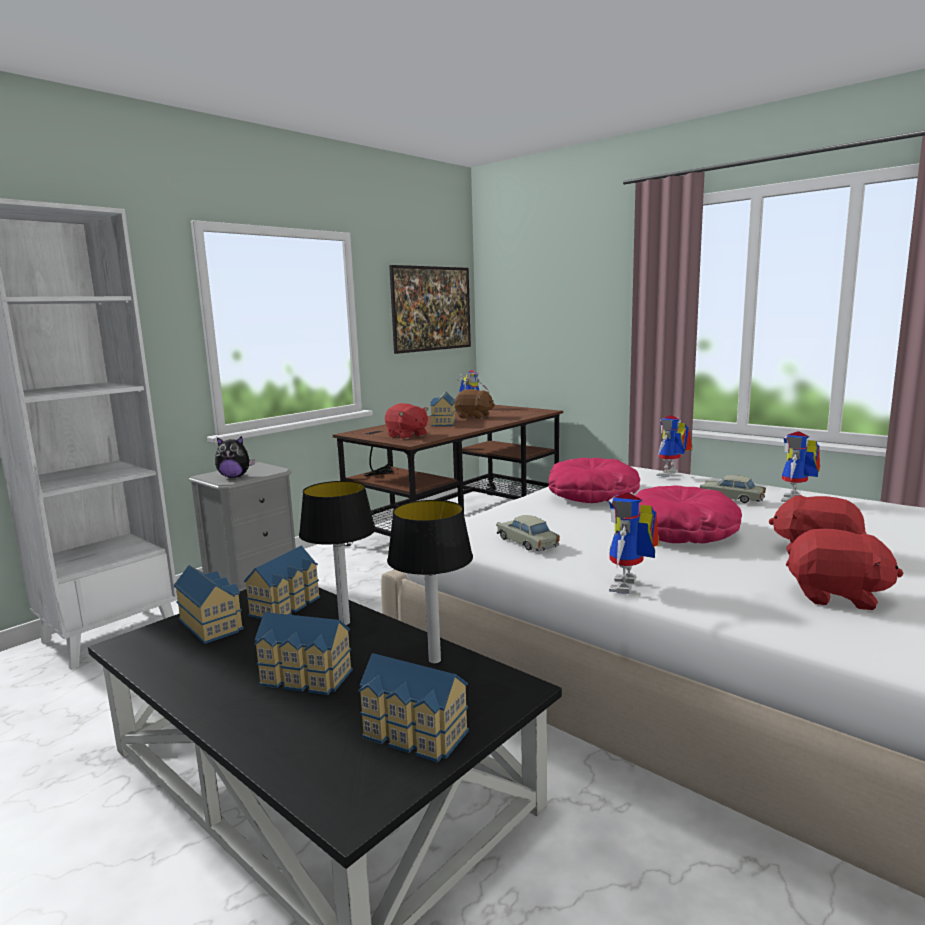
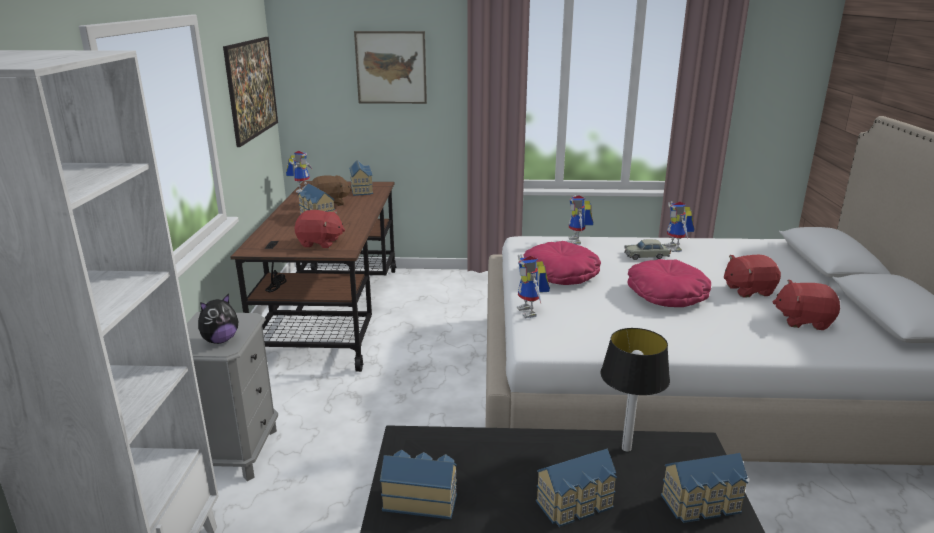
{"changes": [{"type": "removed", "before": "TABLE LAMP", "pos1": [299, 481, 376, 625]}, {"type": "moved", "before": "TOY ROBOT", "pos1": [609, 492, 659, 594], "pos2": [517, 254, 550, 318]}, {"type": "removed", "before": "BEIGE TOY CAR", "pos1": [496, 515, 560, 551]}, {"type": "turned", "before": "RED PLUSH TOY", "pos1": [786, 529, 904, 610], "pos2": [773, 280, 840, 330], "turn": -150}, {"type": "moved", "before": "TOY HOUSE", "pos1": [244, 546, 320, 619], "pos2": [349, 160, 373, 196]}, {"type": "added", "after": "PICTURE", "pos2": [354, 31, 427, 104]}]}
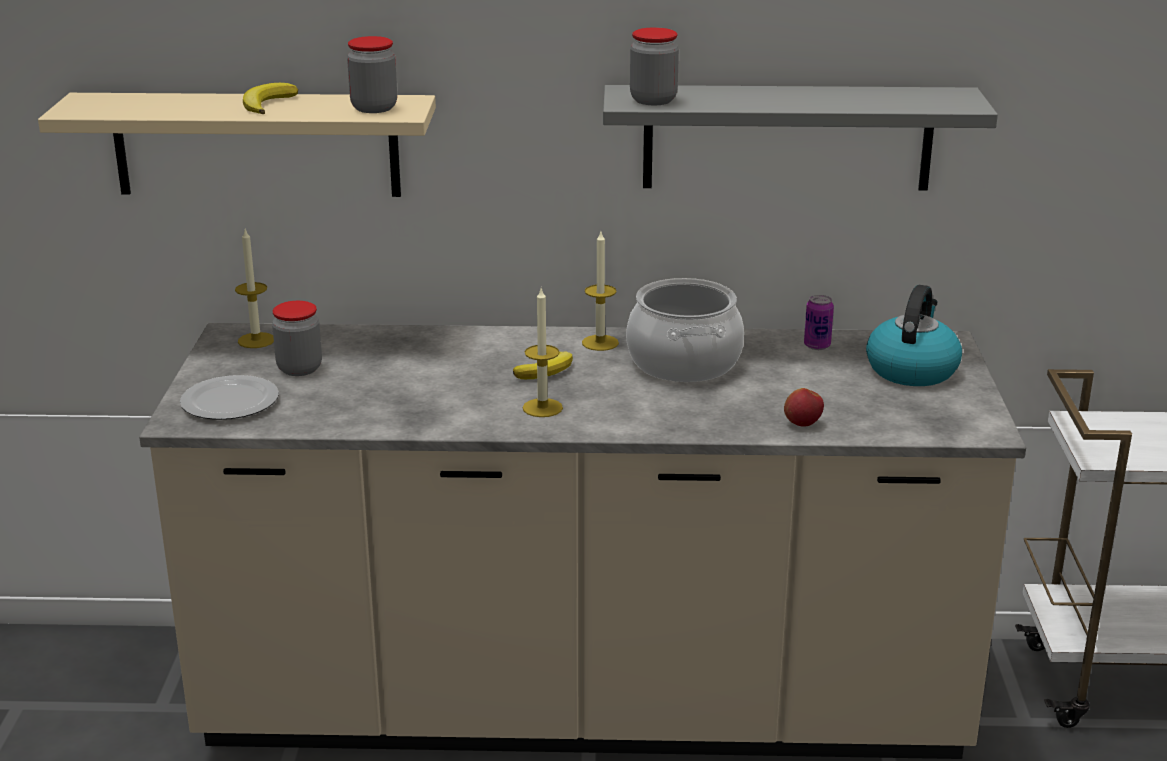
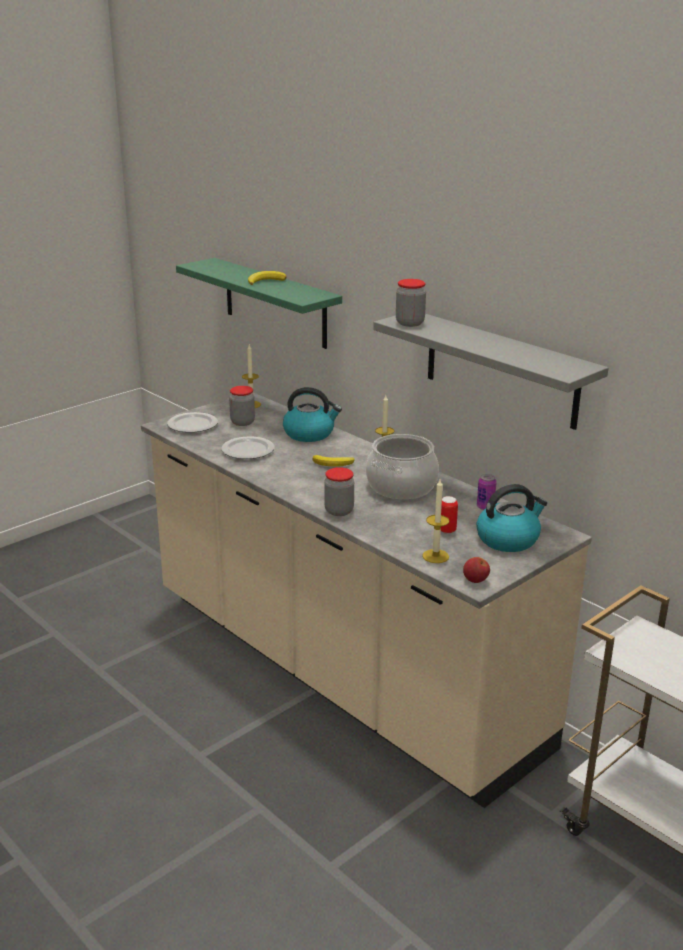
{"changes": [{"type": "moved", "before": "JAR", "pos1": [347, 36, 397, 113], "pos2": [324, 467, 354, 516]}, {"type": "recoloured", "before": "BEIGE SHELF", "after": "GREEN SHELF", "pos1": [38, 93, 436, 197], "pos2": [176, 258, 342, 349]}, {"type": "moved", "before": "CANDLE", "pos1": [523, 289, 563, 417], "pos2": [422, 479, 449, 563]}, {"type": "moved", "before": "APPLE", "pos1": [784, 388, 824, 427], "pos2": [463, 557, 490, 583]}, {"type": "added", "after": "KETTLE", "pos2": [283, 387, 342, 442]}, {"type": "added", "after": "PLATE", "pos2": [221, 437, 275, 459]}, {"type": "added", "after": "CAN", "pos2": [441, 496, 458, 534]}]}
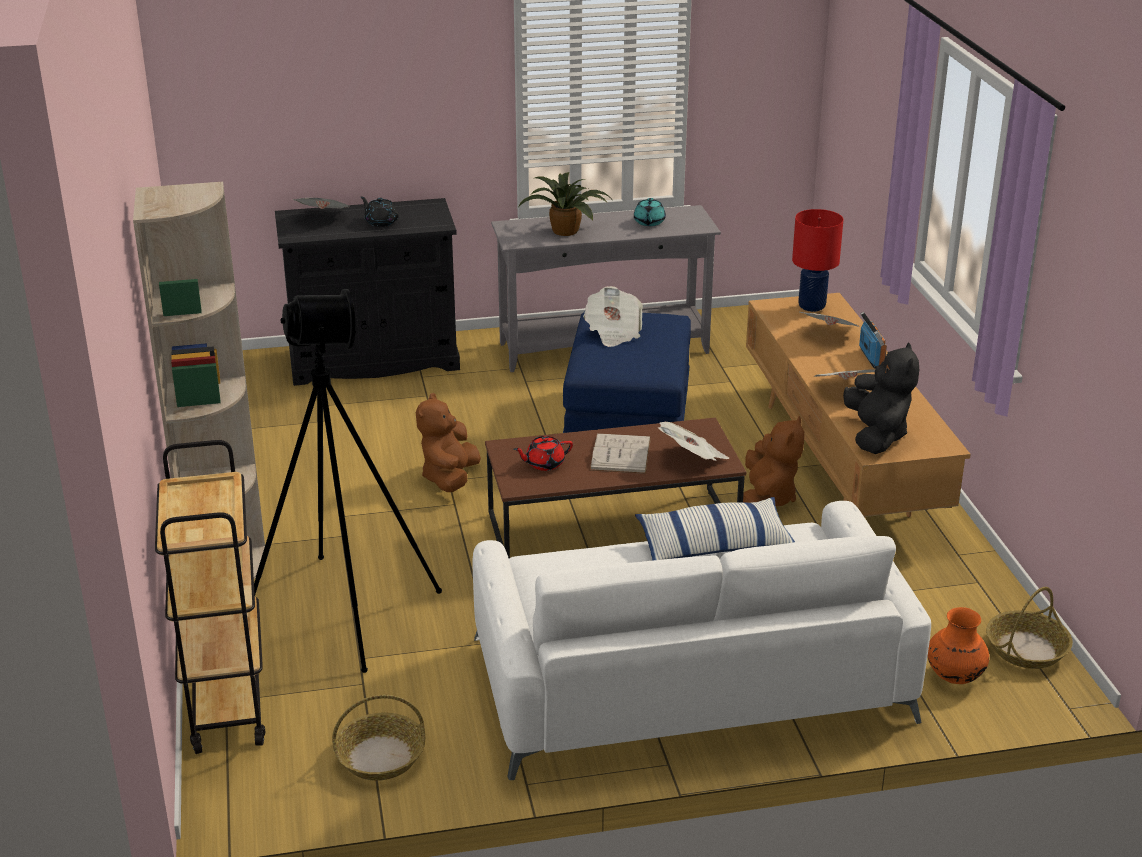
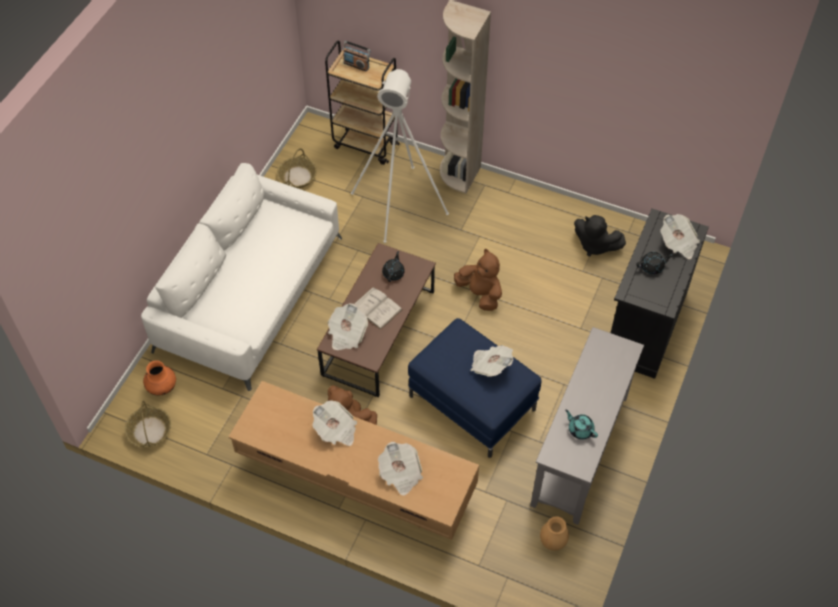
{"changes": [{"type": "removed", "before": "POTTED PLANT", "pos1": [518, 172, 613, 236]}, {"type": "removed", "before": "RED TABLE LAMP", "pos1": [792, 209, 843, 312]}, {"type": "recoloured", "before": "BLACK FLOOR LAMP", "after": "WHITE FLOOR LAMP", "pos1": [254, 289, 442, 673], "pos2": [351, 69, 449, 243]}, {"type": "moved", "before": "RADIO", "pos1": [859, 312, 887, 368], "pos2": [343, 41, 371, 72]}, {"type": "moved", "before": "BLACK PLUSH TOY", "pos1": [843, 342, 919, 454], "pos2": [574, 215, 626, 256]}, {"type": "recoloured", "before": "RED TEAPOT", "after": "BLACK TEAPOT", "pos1": [514, 436, 573, 471], "pos2": [382, 251, 405, 282]}, {"type": "removed", "before": "PILLOW", "pos1": [635, 497, 795, 561]}, {"type": "added", "after": "BROWN VASE", "pos2": [540, 516, 569, 551]}]}
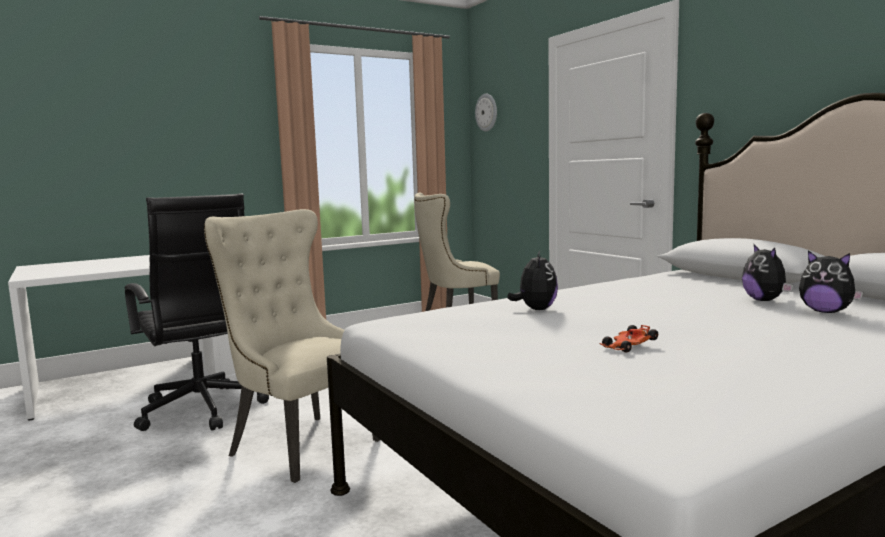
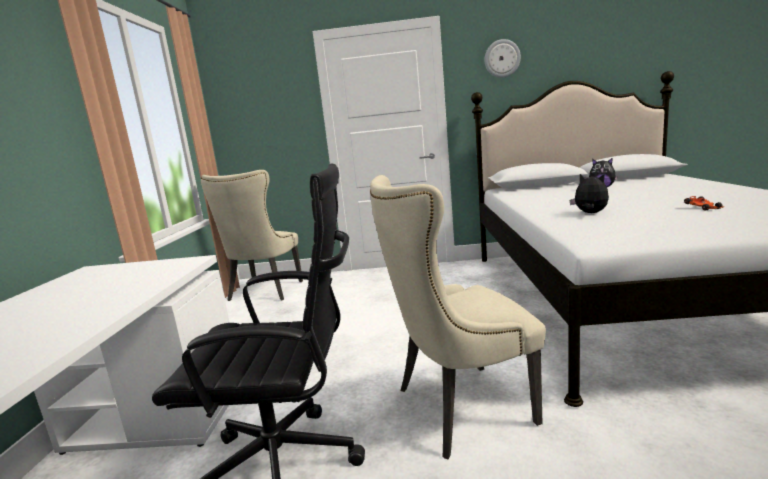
{"changes": [{"type": "moved", "before": "WALL CLOCK", "pos1": [475, 94, 497, 132], "pos2": [484, 39, 521, 78]}, {"type": "removed", "before": "PLUSH TOY", "pos1": [799, 250, 864, 313]}]}
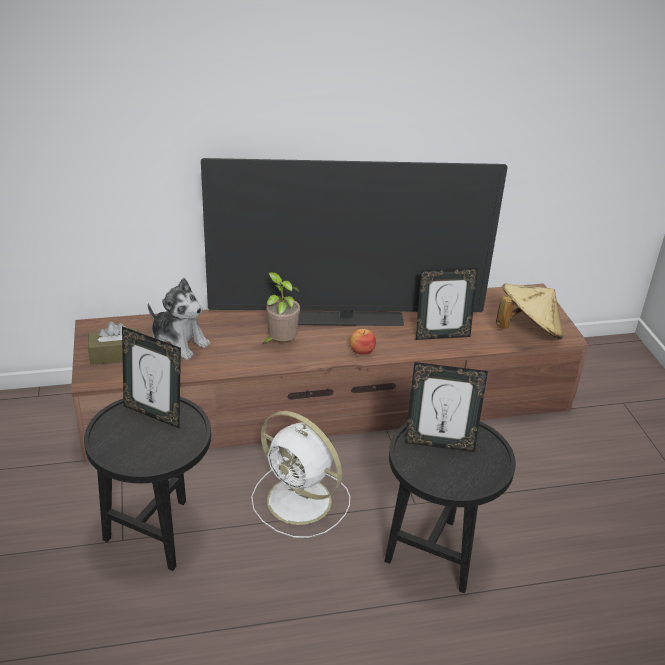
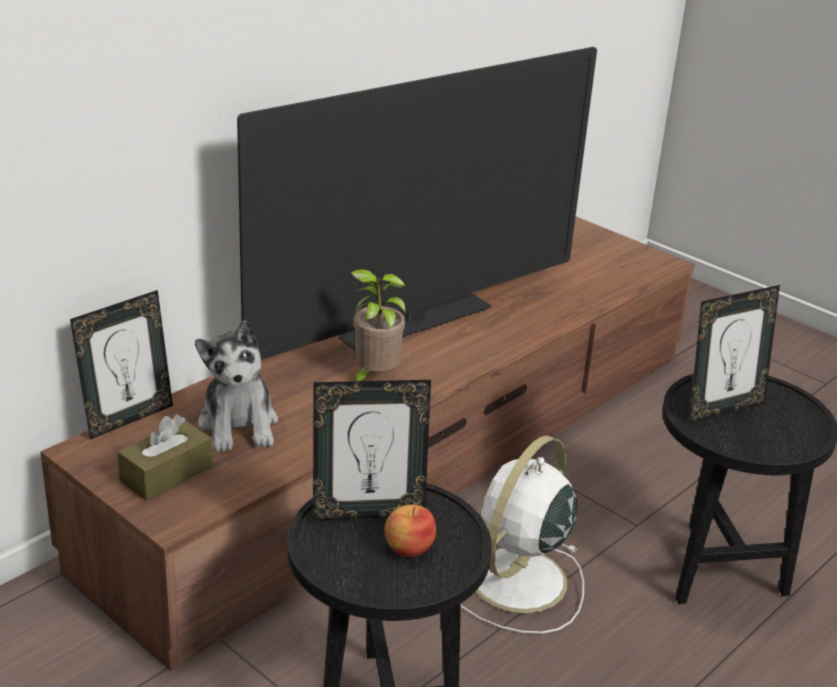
{"changes": [{"type": "moved", "before": "PICTURE FRAME", "pos1": [416, 268, 478, 340], "pos2": [70, 290, 173, 439]}, {"type": "turned", "before": "PLUSH TOY", "pos1": [148, 278, 210, 360], "pos2": [195, 320, 278, 452], "turn": 75}, {"type": "removed", "before": "BEIGE HAT", "pos1": [496, 284, 564, 339]}, {"type": "moved", "before": "APPLE", "pos1": [349, 329, 376, 355], "pos2": [385, 504, 436, 557]}, {"type": "turned", "before": "WHITE FAN", "pos1": [251, 411, 350, 538], "pos2": [461, 435, 584, 634], "turn": 120}]}
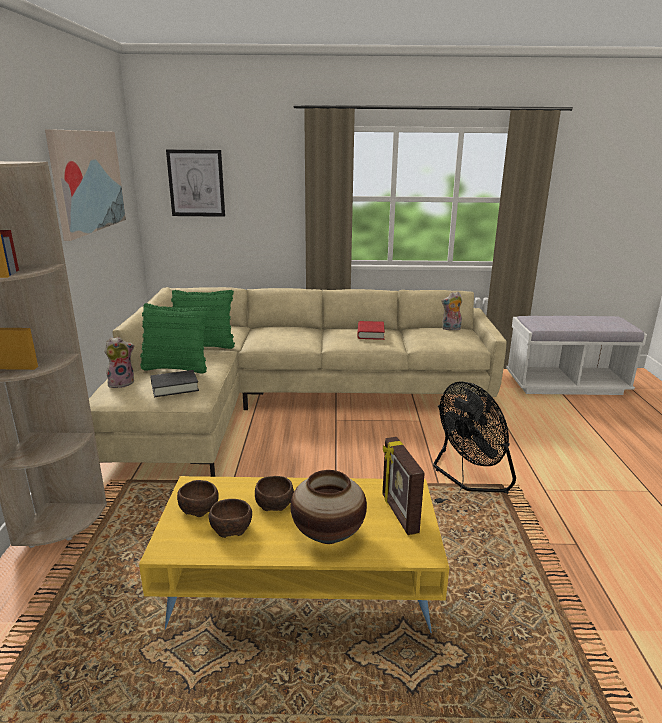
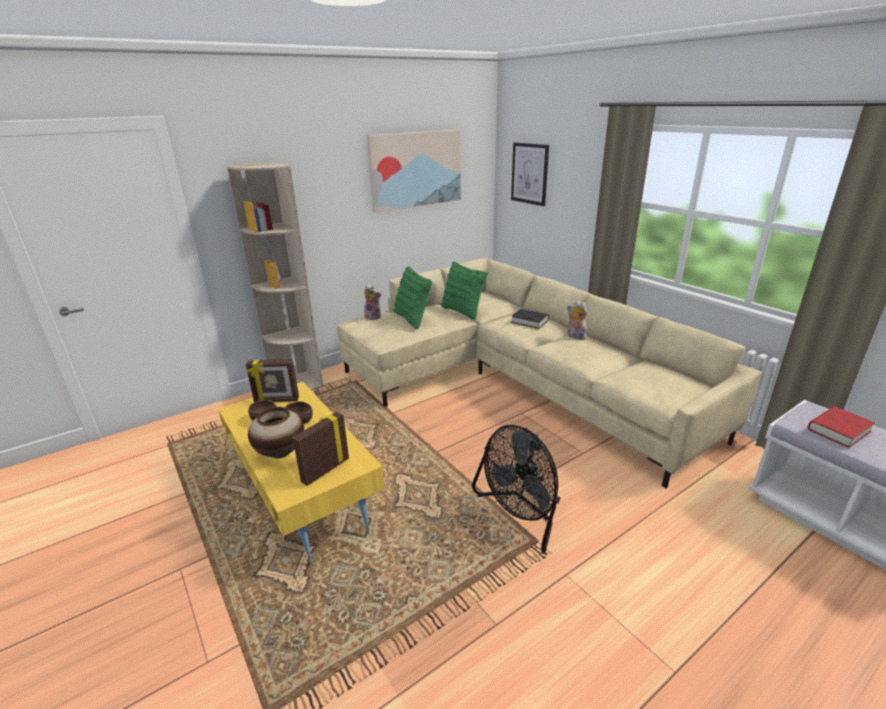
{"changes": [{"type": "moved", "before": "PLUSH TOY", "pos1": [441, 292, 462, 330], "pos2": [567, 301, 588, 340]}, {"type": "moved", "before": "RED BOOK", "pos1": [357, 321, 385, 340], "pos2": [808, 407, 875, 448]}, {"type": "moved", "before": "BLACK BOOK", "pos1": [150, 370, 199, 397], "pos2": [511, 309, 549, 329]}, {"type": "turned", "before": "BLACK FAN", "pos1": [433, 382, 516, 503], "pos2": [472, 425, 561, 554], "turn": 120}, {"type": "replaced", "before": "BROWN BOWL", "after": "PICTURE FRAME", "pos1": [177, 480, 219, 517], "pos2": [246, 359, 299, 402]}]}
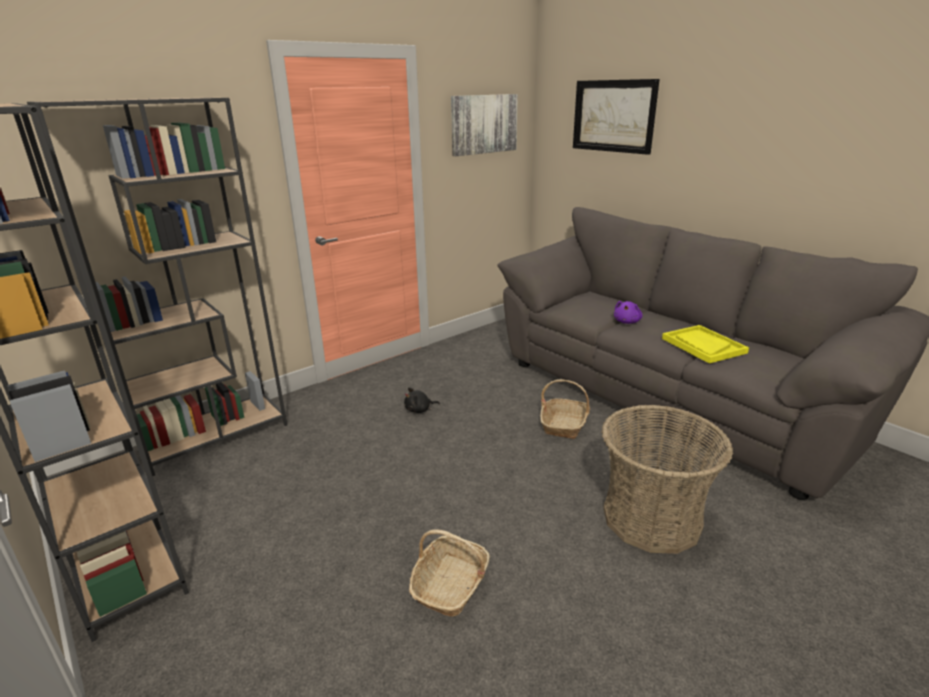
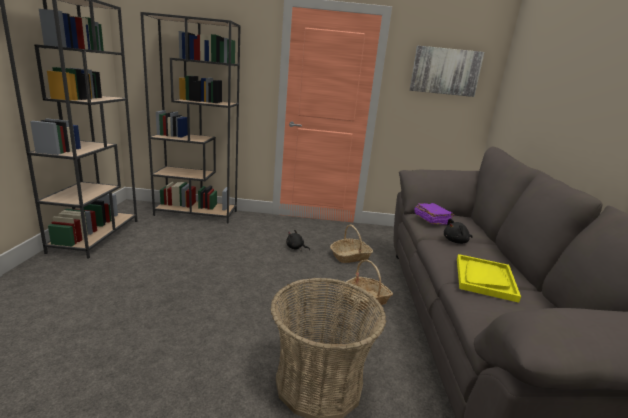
{"changes": [{"type": "removed", "before": "PICTURE", "pos1": [573, 79, 660, 155]}, {"type": "recoloured", "before": "PURPLE PLUSH TOY", "after": "BLACK PLUSH TOY", "pos1": [614, 301, 642, 324], "pos2": [444, 219, 473, 244]}, {"type": "moved", "before": "BASKET", "pos1": [409, 529, 490, 617], "pos2": [330, 225, 373, 263]}, {"type": "added", "after": "PURPLE BOOK", "pos2": [414, 203, 454, 225]}]}
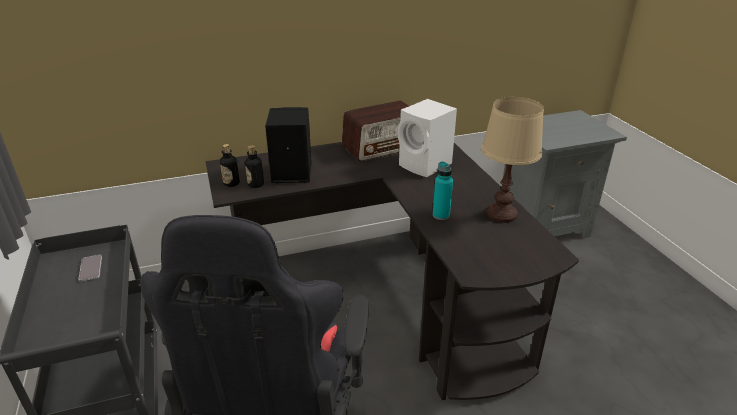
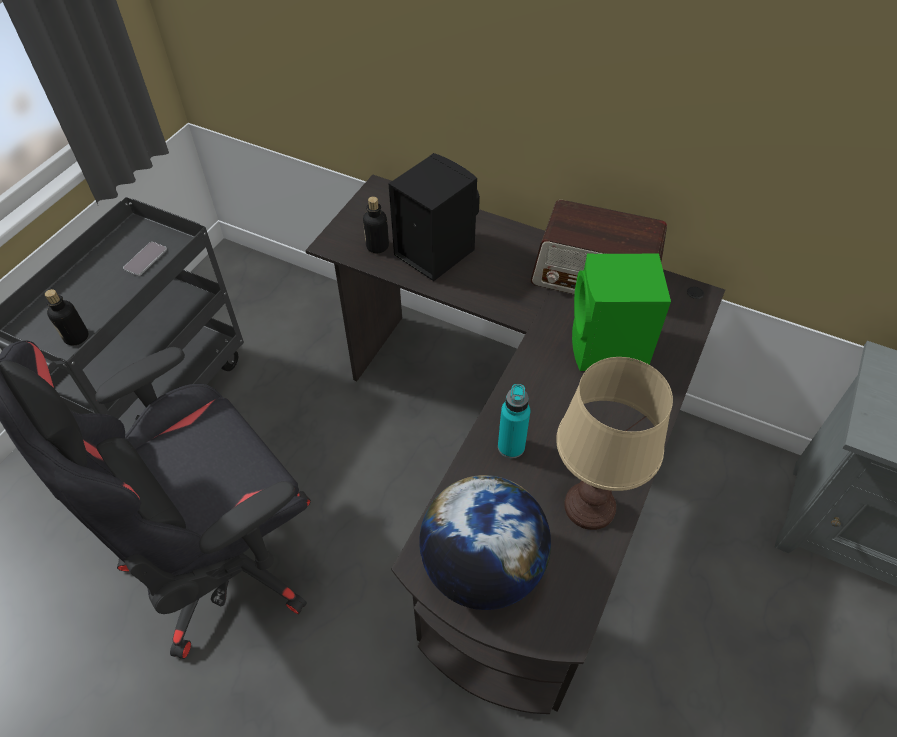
{"changes": [{"type": "recoloured", "before": "WHITE SPEAKER", "after": "GREEN SPEAKER", "pos1": [398, 99, 457, 177], "pos2": [572, 253, 671, 371]}, {"type": "moved", "before": "BOTTLE", "pos1": [220, 144, 240, 187], "pos2": [45, 289, 89, 345]}, {"type": "added", "after": "GLOBE", "pos2": [419, 475, 551, 610]}]}
